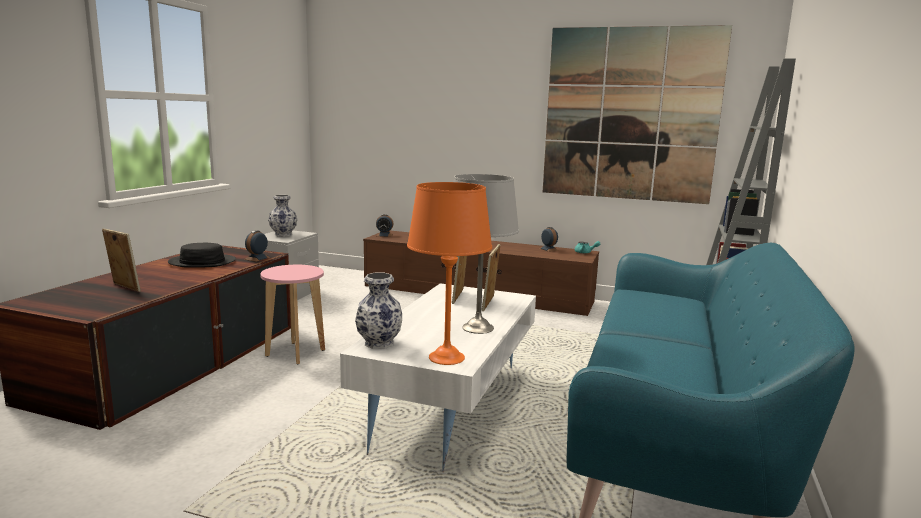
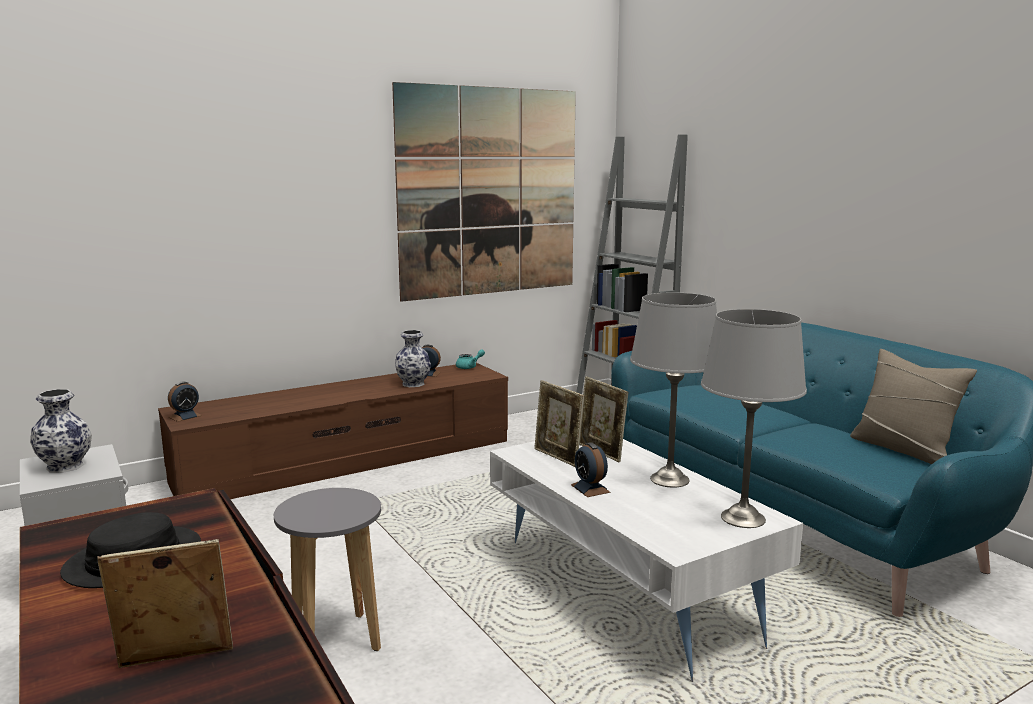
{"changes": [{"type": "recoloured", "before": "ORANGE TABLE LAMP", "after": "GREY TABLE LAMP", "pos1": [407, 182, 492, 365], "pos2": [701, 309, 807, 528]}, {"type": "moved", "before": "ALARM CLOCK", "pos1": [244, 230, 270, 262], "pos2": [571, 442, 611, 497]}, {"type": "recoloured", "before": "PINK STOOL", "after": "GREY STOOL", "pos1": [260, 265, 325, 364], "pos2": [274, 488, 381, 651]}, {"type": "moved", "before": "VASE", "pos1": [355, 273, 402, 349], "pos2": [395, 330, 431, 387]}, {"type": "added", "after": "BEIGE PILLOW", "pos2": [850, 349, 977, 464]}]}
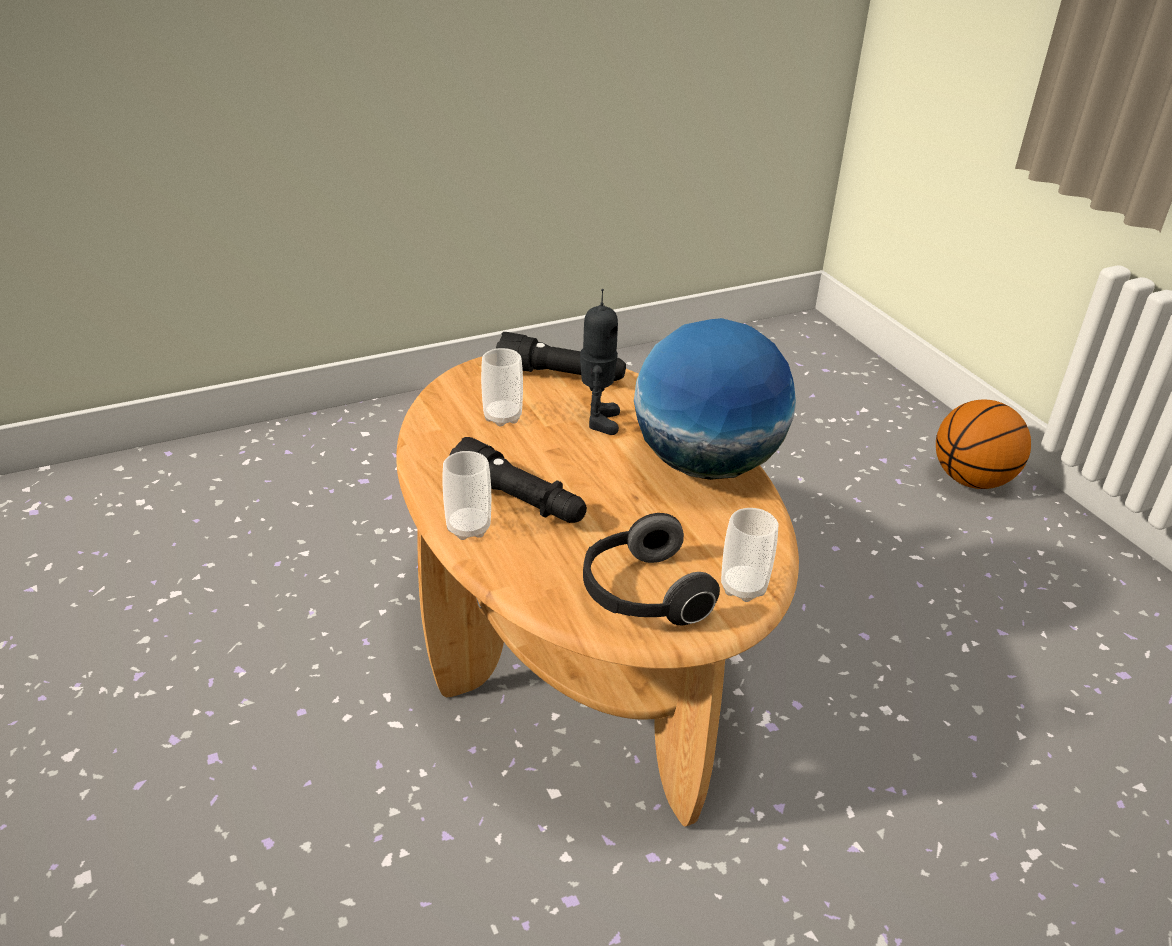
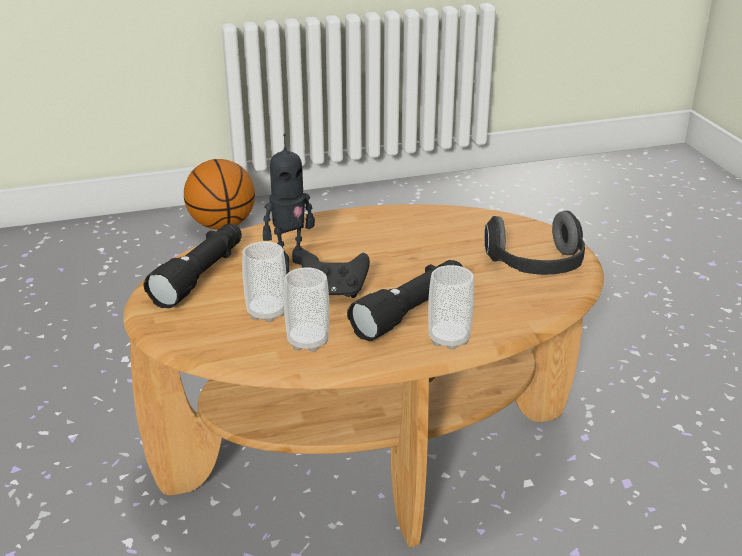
{"changes": [{"type": "turned", "before": "TOY ROBOT", "pos1": [580, 289, 620, 435], "pos2": [263, 134, 319, 274], "turn": 135}, {"type": "removed", "before": "GLOBE", "pos1": [634, 318, 796, 480]}, {"type": "moved", "before": "CUP", "pos1": [721, 508, 778, 602], "pos2": [284, 267, 329, 352]}, {"type": "added", "after": "BLACK GAME CONTROLLER", "pos2": [301, 252, 370, 298]}]}
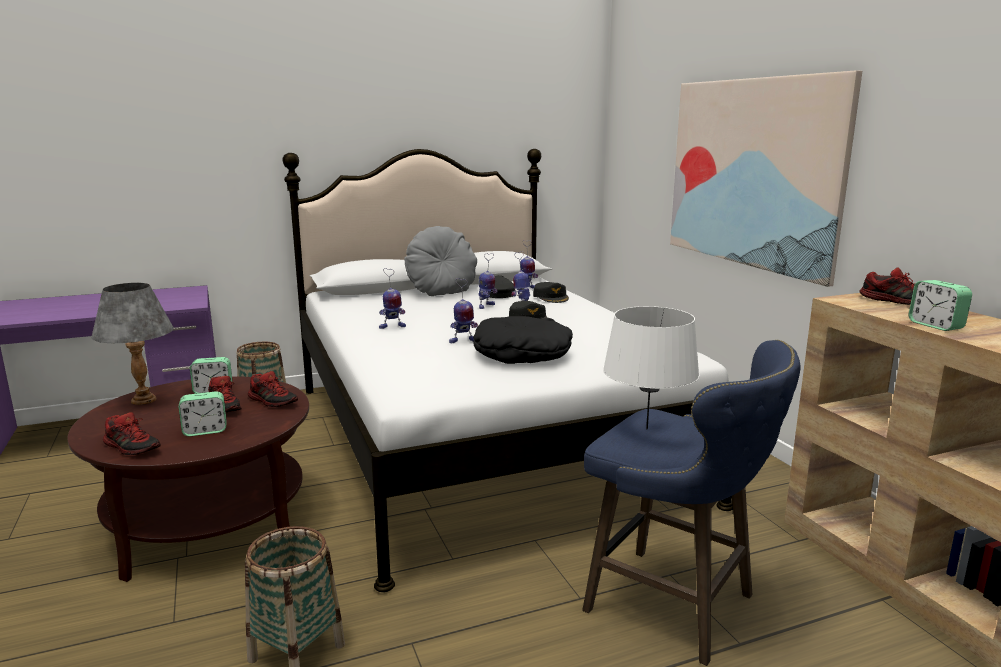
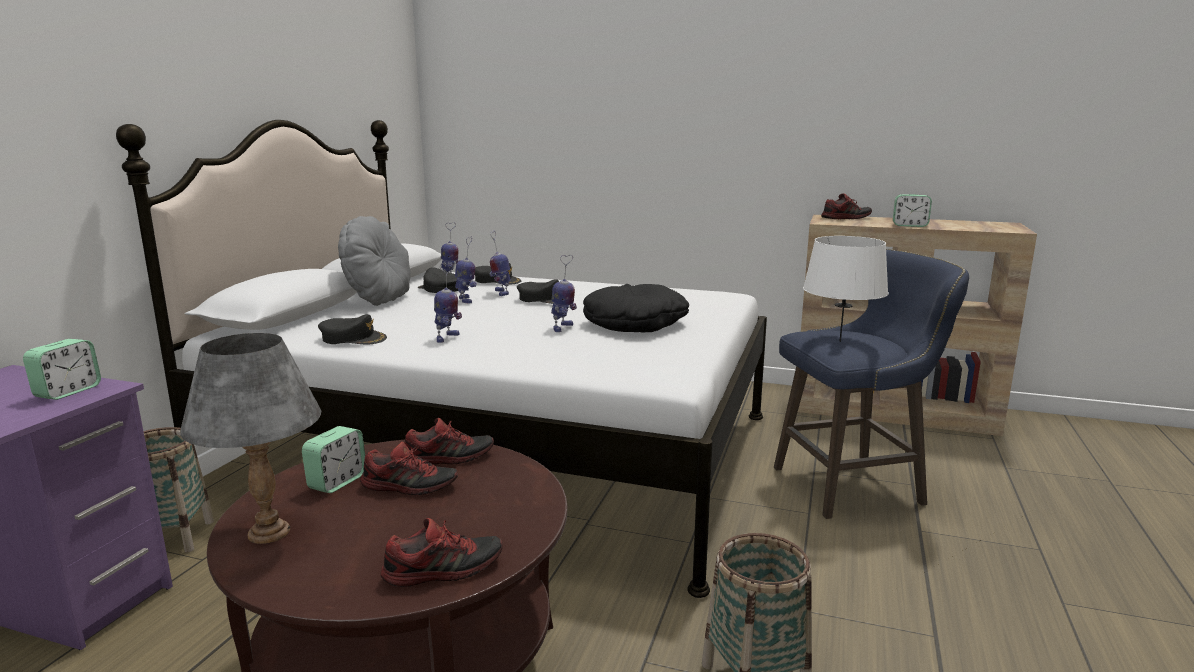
{"changes": [{"type": "removed", "before": "PICTURE", "pos1": [670, 70, 862, 287]}, {"type": "moved", "before": "ALARM CLOCK", "pos1": [179, 391, 227, 437], "pos2": [23, 339, 101, 400]}, {"type": "added", "after": "BLACK CAP", "pos2": [318, 314, 387, 344]}]}
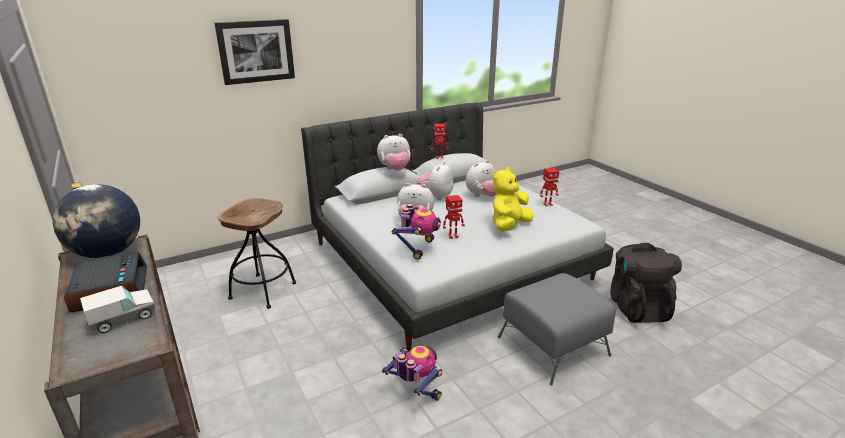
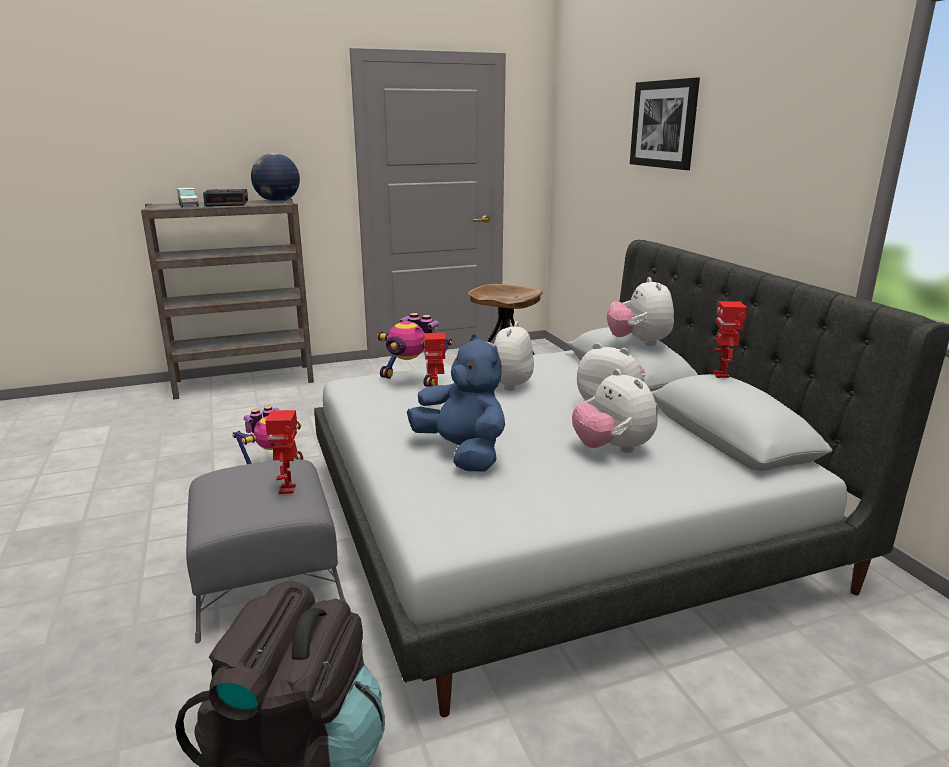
{"changes": [{"type": "recoloured", "before": "YELLOW PLUSH TOY", "after": "BLUE PLUSH TOY", "pos1": [492, 167, 533, 232], "pos2": [407, 334, 505, 472]}, {"type": "moved", "before": "TOY ROBOT", "pos1": [540, 168, 559, 206], "pos2": [265, 410, 297, 494]}]}
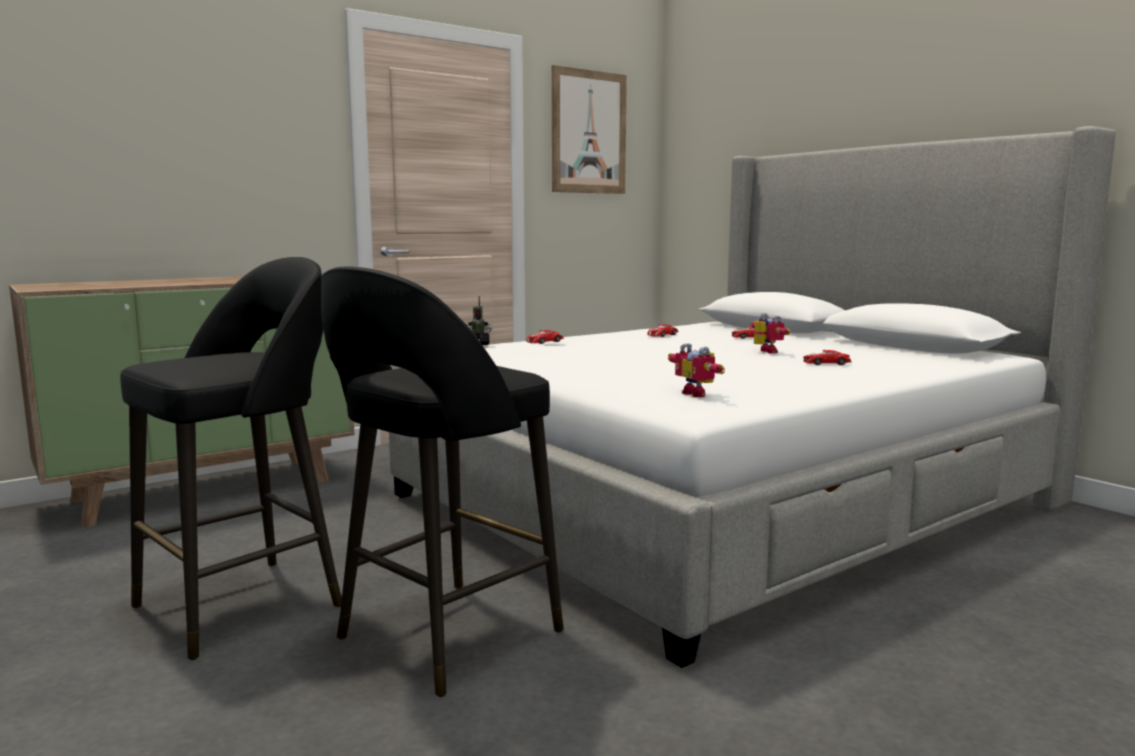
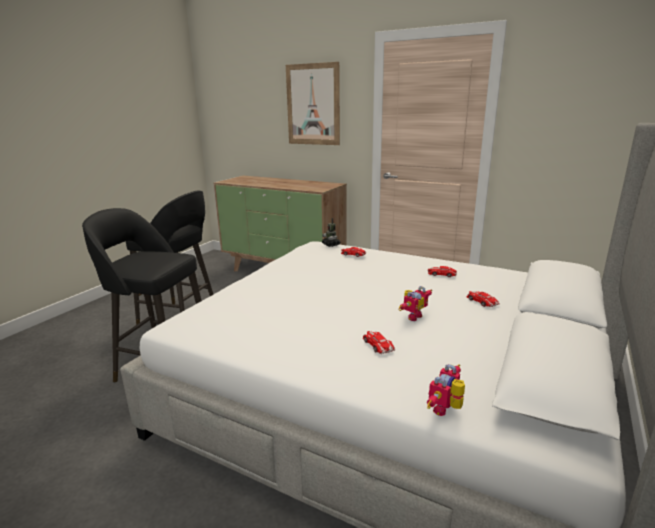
{"changes": [{"type": "moved", "before": "PICTURE", "pos1": [552, 65, 627, 194], "pos2": [286, 62, 340, 145]}, {"type": "moved", "before": "TOY ROBOT", "pos1": [668, 343, 725, 397], "pos2": [427, 364, 465, 416]}]}
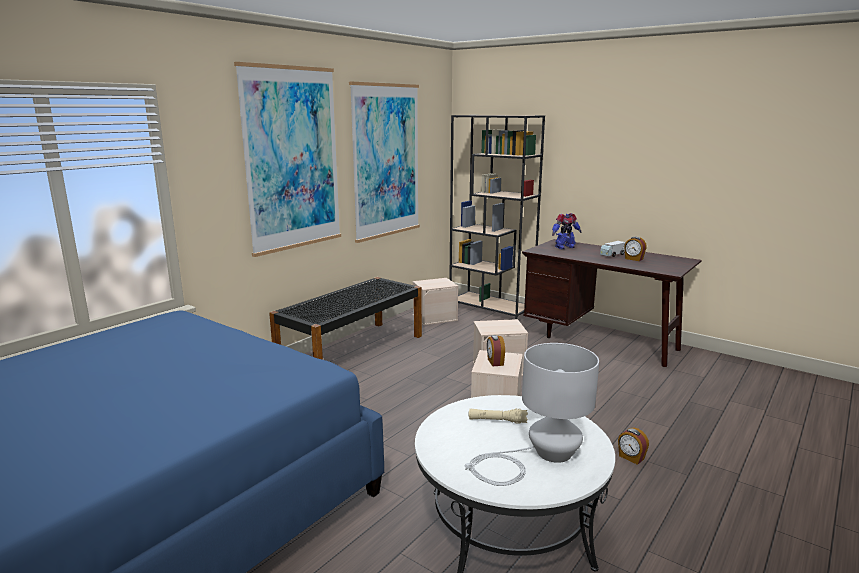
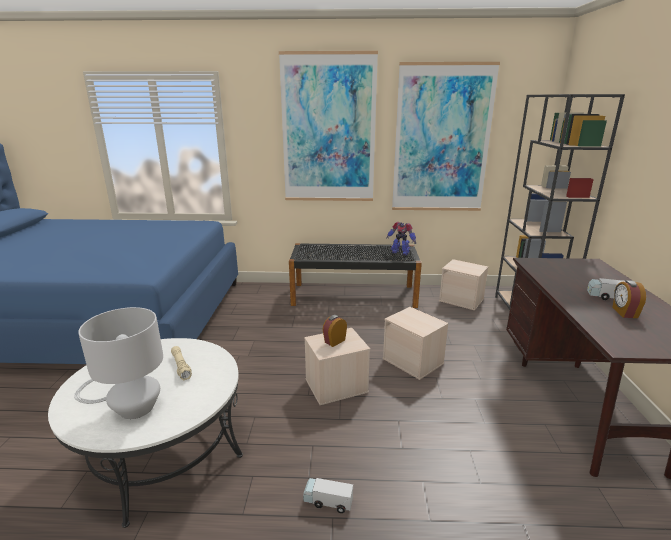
{"changes": [{"type": "moved", "before": "TOY ROBOT", "pos1": [552, 213, 582, 249], "pos2": [386, 222, 416, 255]}, {"type": "replaced", "before": "ALARM CLOCK", "after": "TOY TRUCK", "pos1": [618, 427, 649, 465], "pos2": [303, 478, 353, 513]}]}
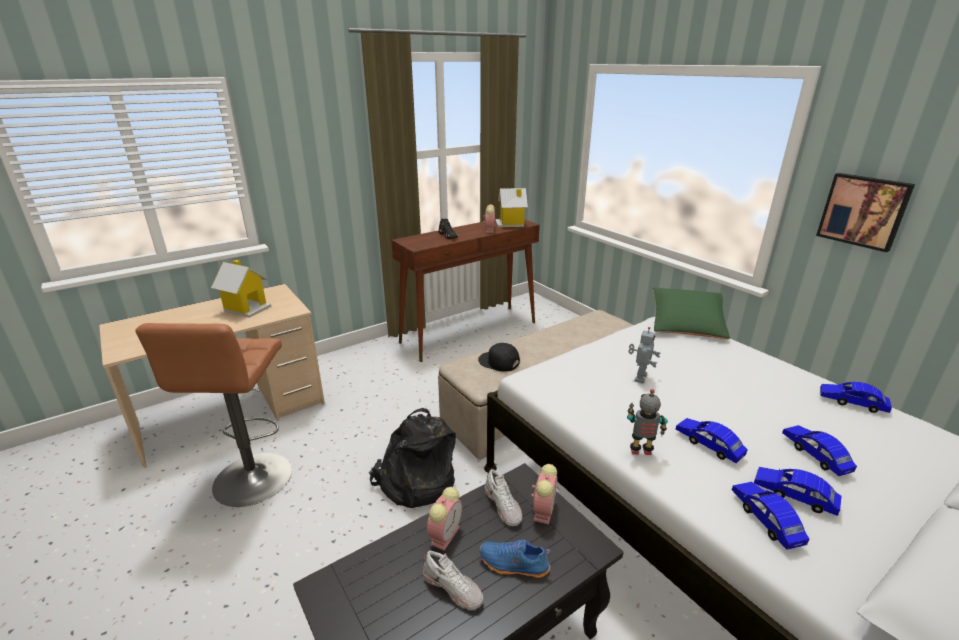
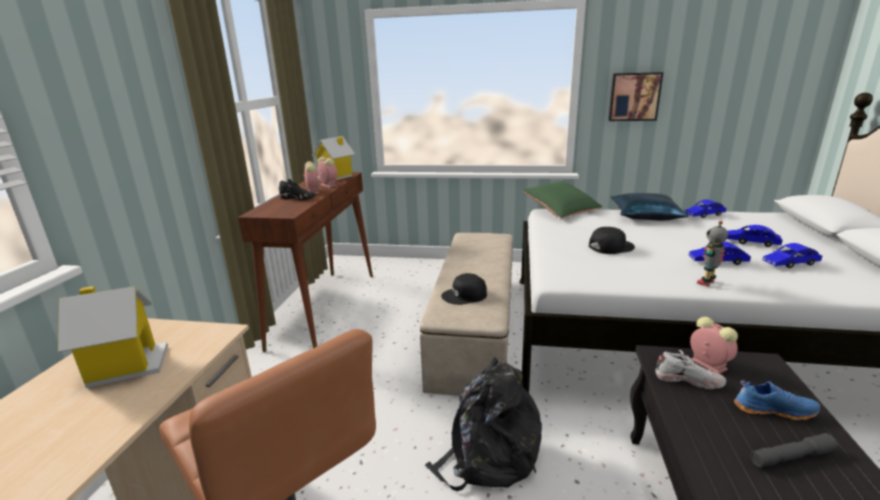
{"changes": [{"type": "replaced", "before": "TOY ROBOT", "after": "BLACK CAP", "pos1": [628, 327, 660, 383], "pos2": [589, 227, 635, 254]}, {"type": "removed", "before": "BLUE TOY CAR", "pos1": [732, 482, 809, 550]}, {"type": "moved", "before": "ALARM CLOCK", "pos1": [427, 487, 462, 551], "pos2": [303, 161, 319, 194]}, {"type": "turned", "before": "BLUE SHOE", "pos1": [480, 540, 550, 578], "pos2": [734, 380, 820, 420], "turn": -135}, {"type": "replaced", "before": "WHITE SHOE", "after": "GREY FLASHLIGHT", "pos1": [422, 551, 484, 610], "pos2": [750, 433, 838, 467]}, {"type": "added", "after": "BLUE PILLOW", "pos2": [611, 193, 689, 221]}]}
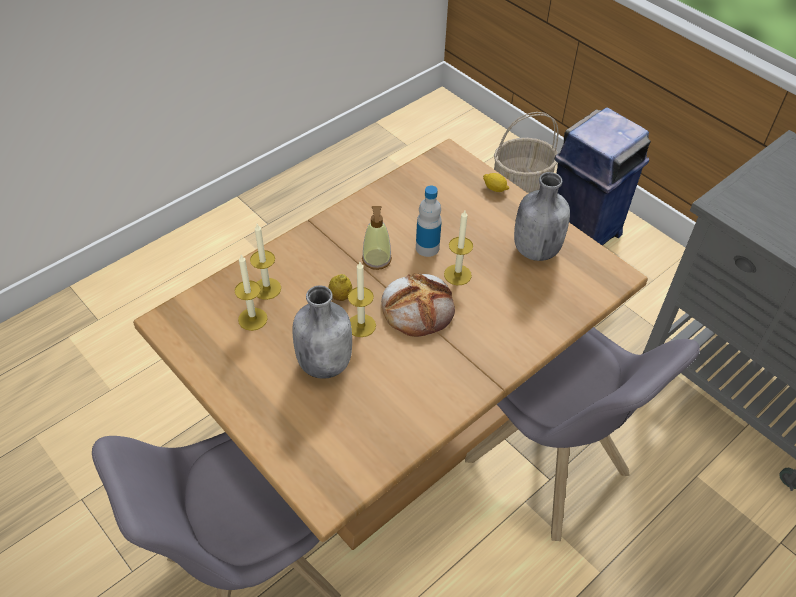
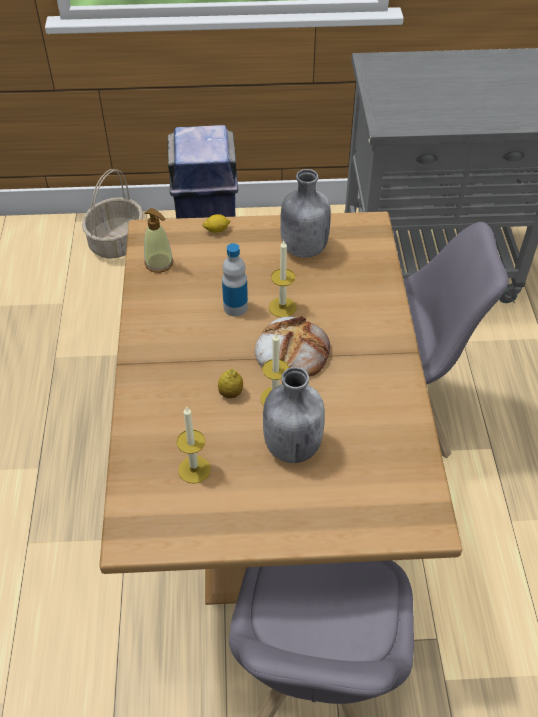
{"changes": [{"type": "moved", "before": "SOAP DISPENSER", "pos1": [362, 206, 392, 270], "pos2": [144, 208, 173, 273]}, {"type": "removed", "before": "CANDLE", "pos1": [250, 224, 281, 300]}]}
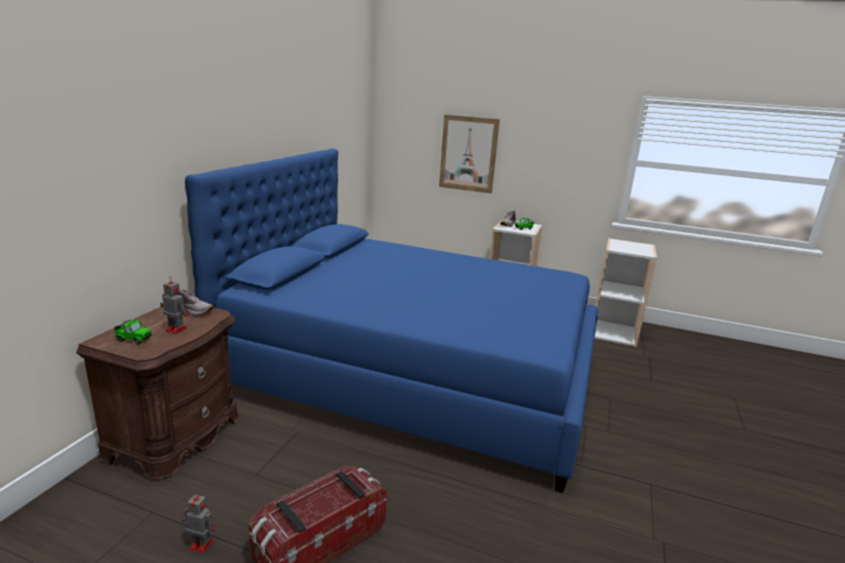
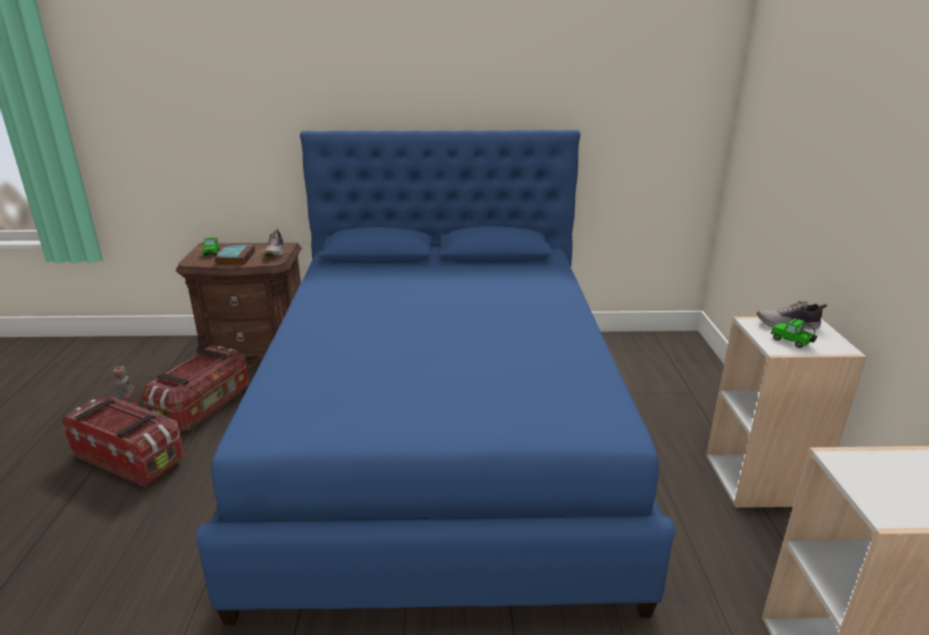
{"changes": [{"type": "removed", "before": "PICTURE", "pos1": [439, 115, 500, 194]}, {"type": "replaced", "before": "TOY ROBOT", "after": "BOOK", "pos1": [160, 277, 189, 334], "pos2": [214, 245, 255, 265]}, {"type": "added", "after": "STORAGE BOX", "pos2": [141, 345, 249, 432]}]}
